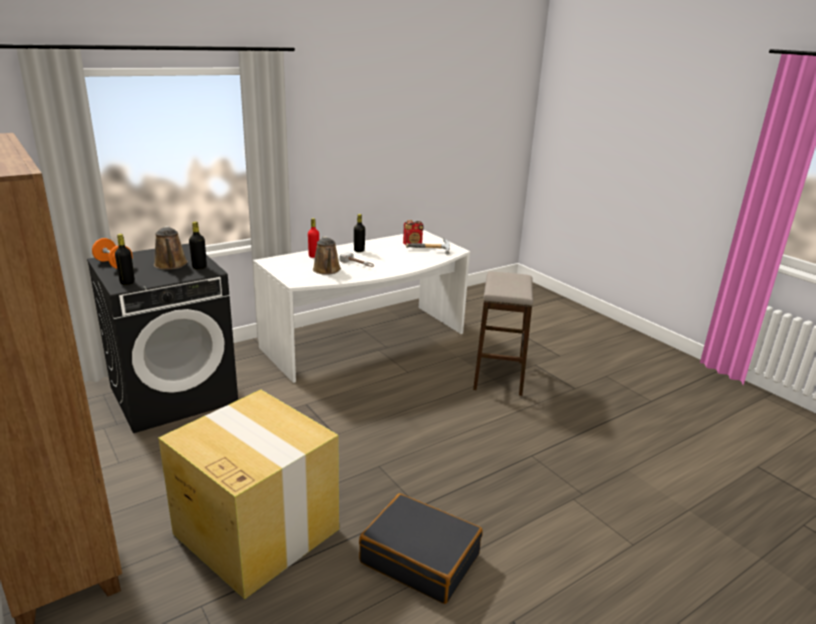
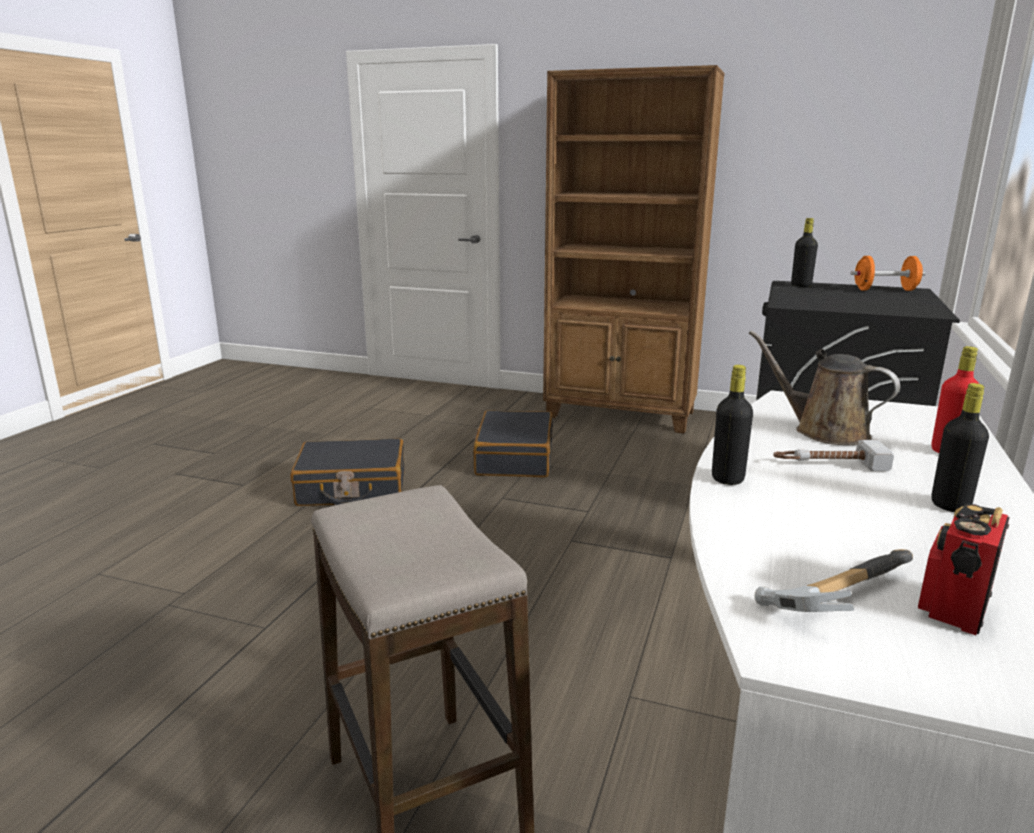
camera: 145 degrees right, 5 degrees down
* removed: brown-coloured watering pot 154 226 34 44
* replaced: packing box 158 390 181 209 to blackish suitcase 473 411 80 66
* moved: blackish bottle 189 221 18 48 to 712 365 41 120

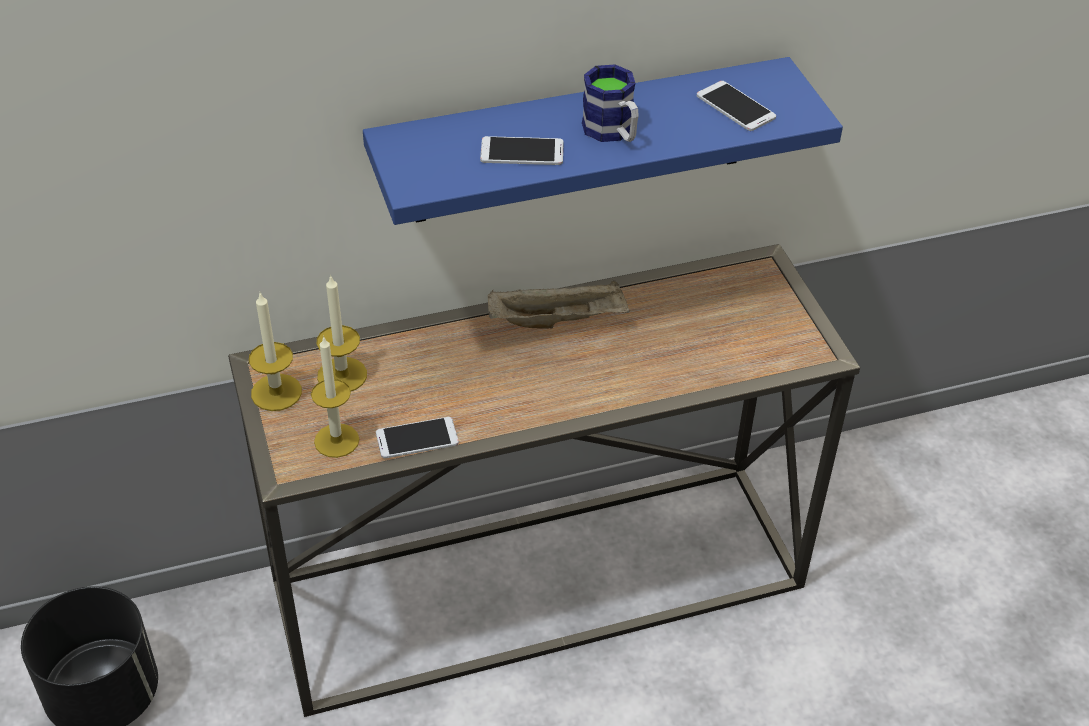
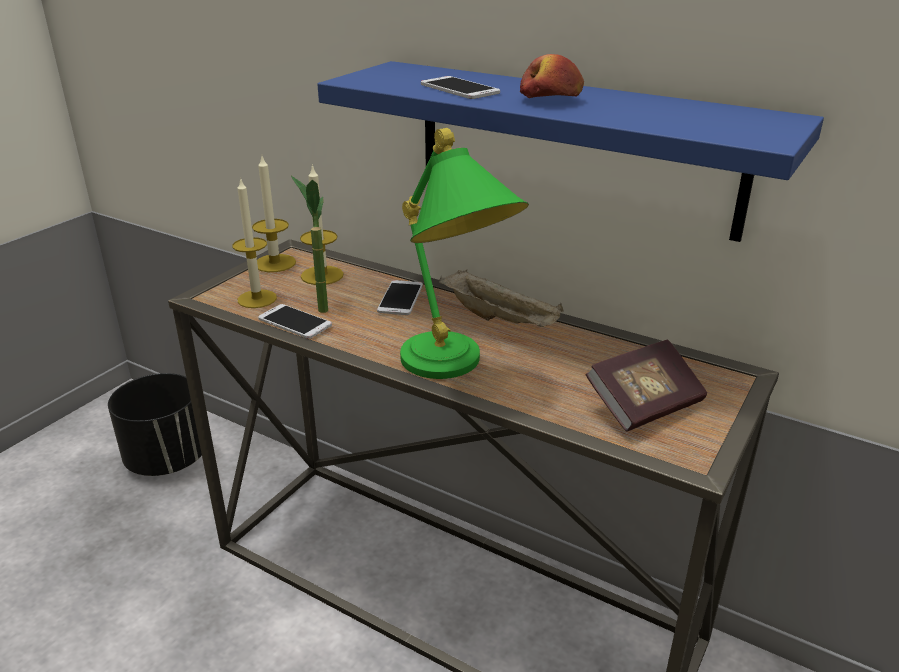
camera: 50 degrees right, 15 degrees down
* replaced: mug 582 65 57 77 to apple 520 54 64 44
* moved: telephone 697 81 79 50 to 377 280 46 35
* added: plant in a pot 291 176 37 137
* added: green-coloured table lamp 400 128 129 251
* added: book 585 339 122 93

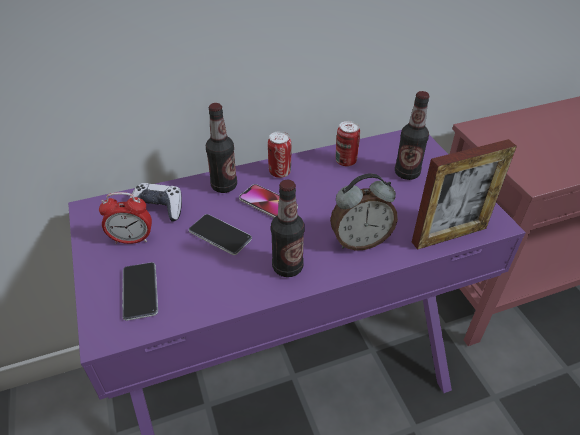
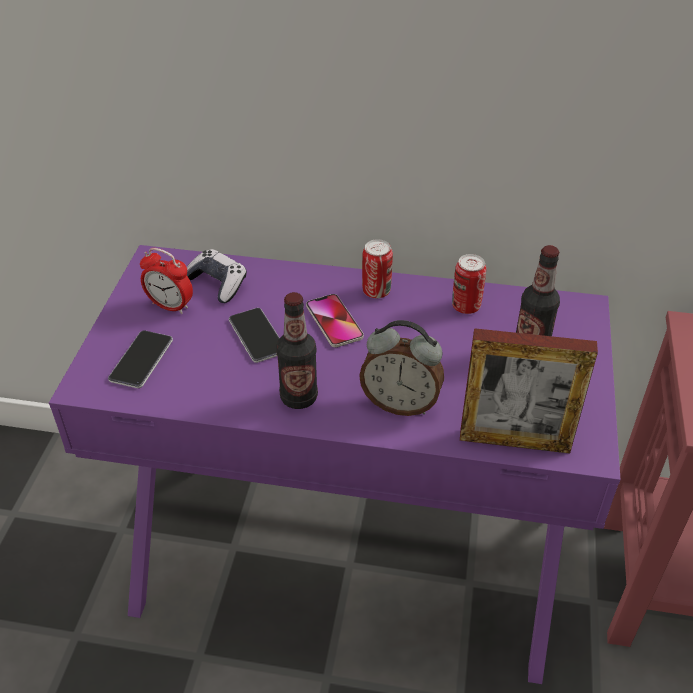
camera: 30 degrees right, 0 degrees up
* removed: bottle 206 103 31 90

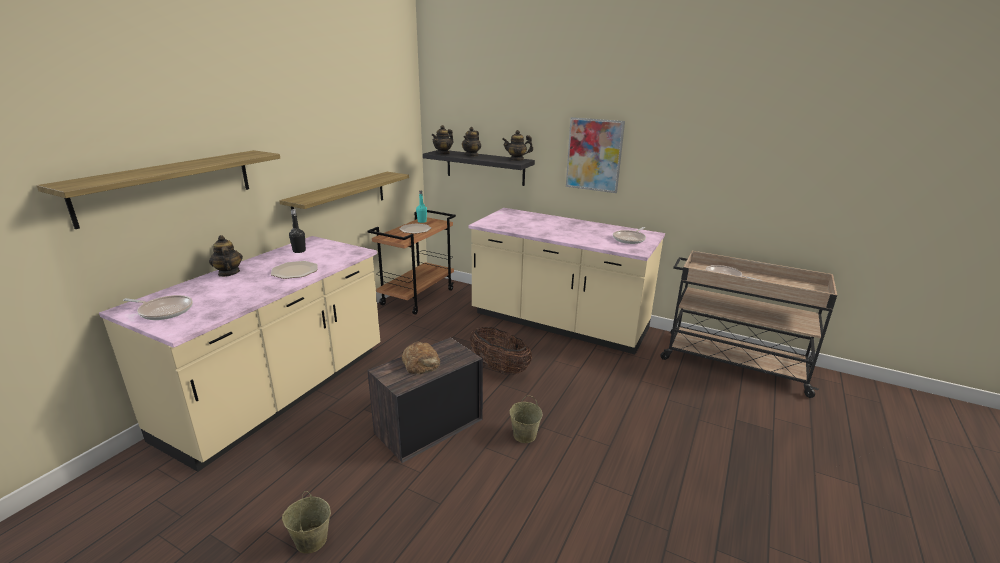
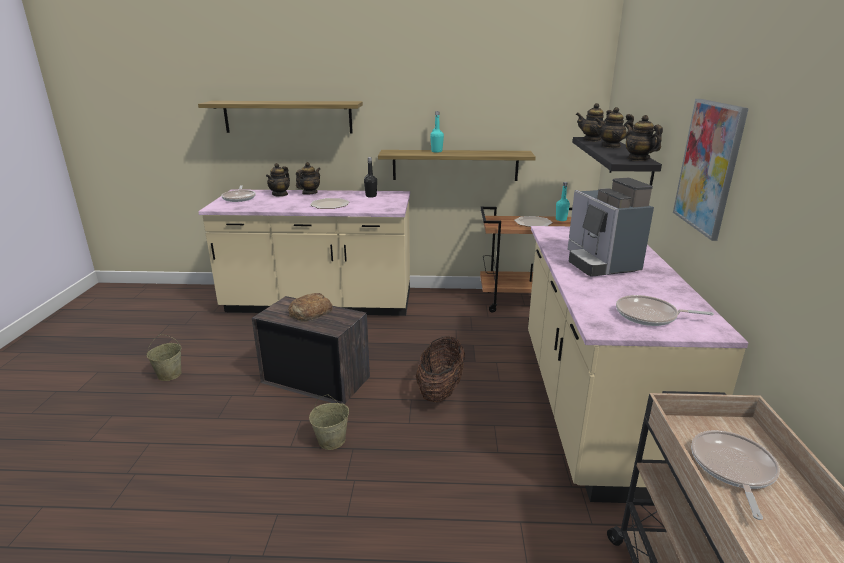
camera: 65 degrees right, 0 degrees up
* added: tea pot 266 163 24 34
* added: turquoise bottle 430 111 14 41
* added: coffee brewer 568 178 86 99

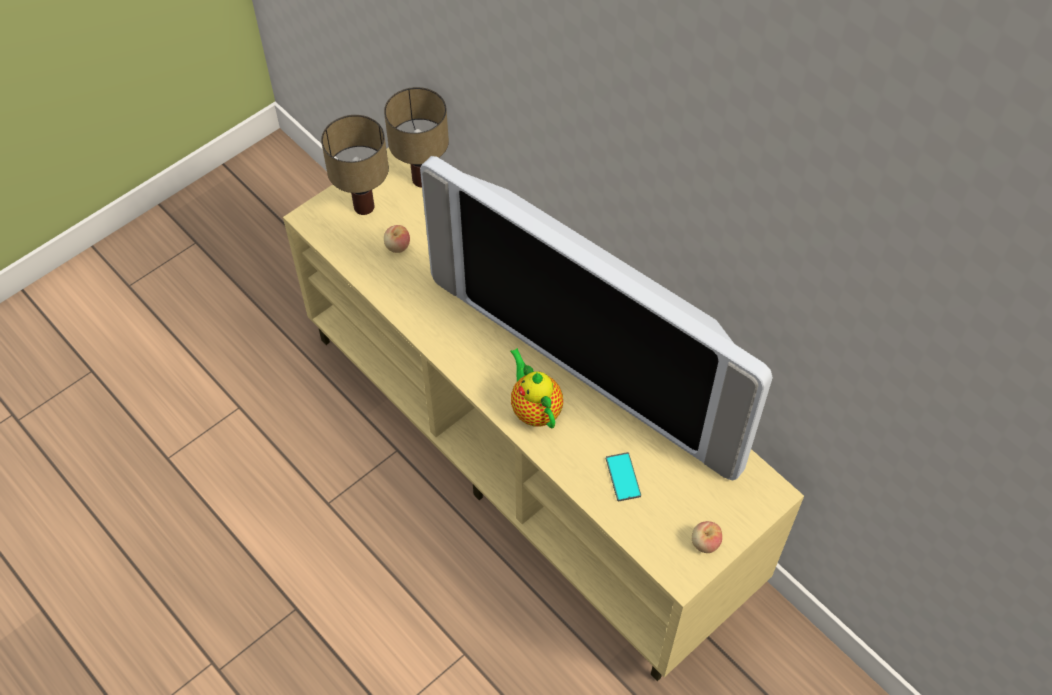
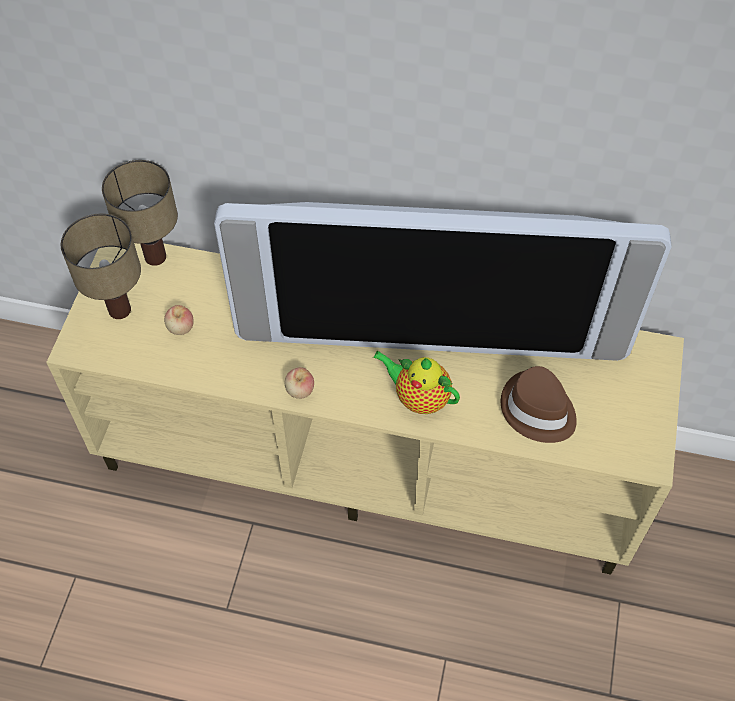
camera: 35 degrees left, 0 degrees up
* replaced: telephone 606 452 35 49 to brown-coloured wearable hat 501 366 76 77
* moved: apple 692 521 30 32 to 285 367 29 32

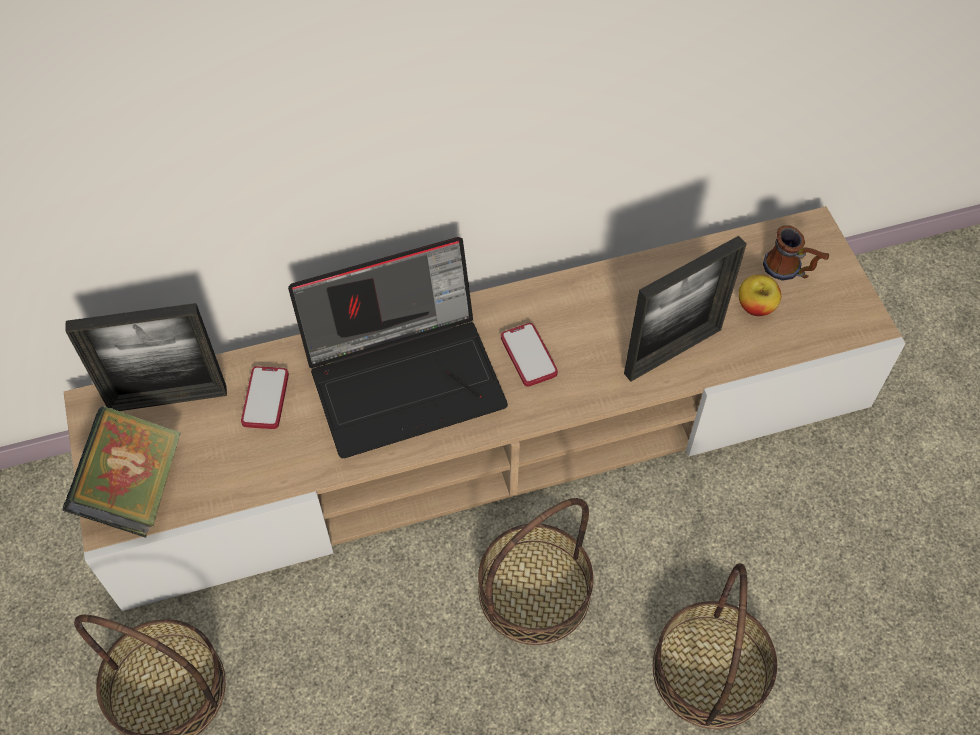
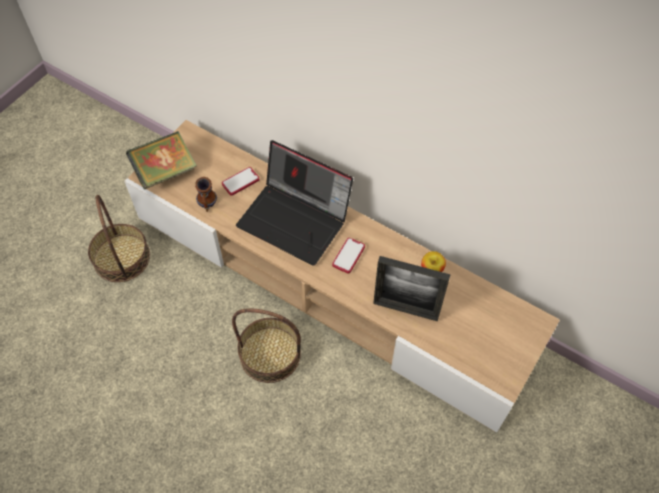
camera: 50 degrees right, 0 degrees up
* removed: photo frame 65 303 162 108
* removed: basket 653 563 124 166
* moved: apple 738 275 43 41 to 421 251 25 21
* moved: mug 763 225 66 56 to 195 177 22 35

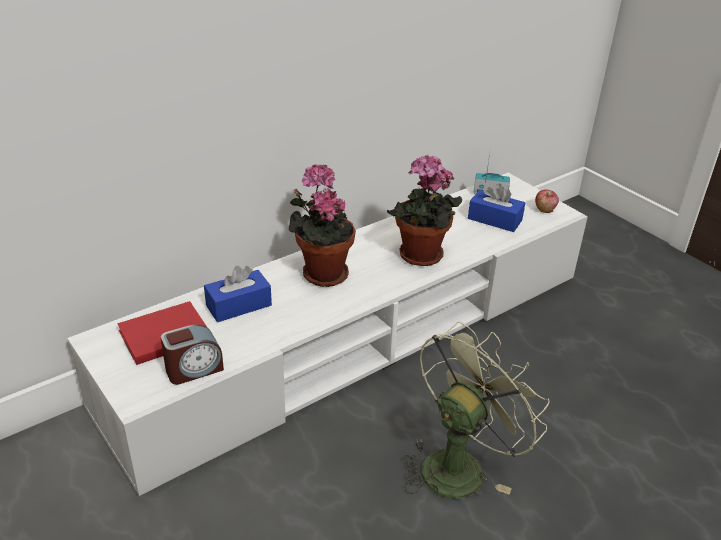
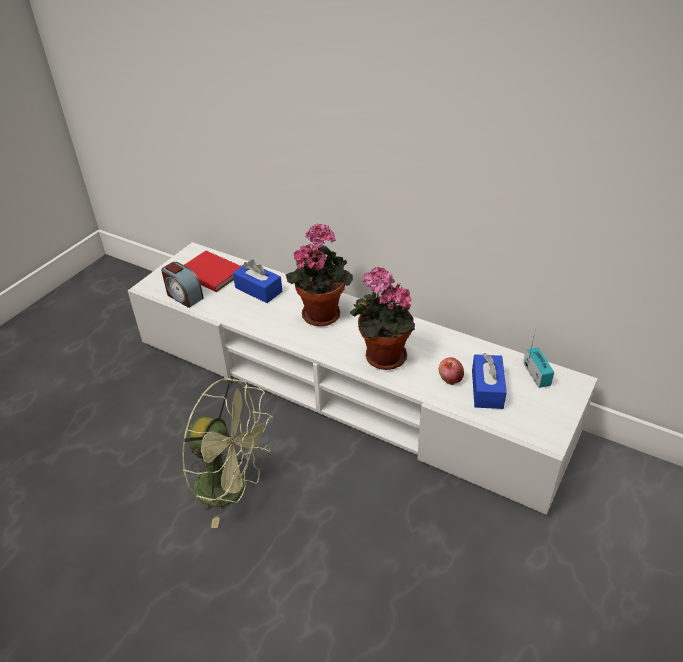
camera: 70 degrees right, 5 degrees up
* moved: apple 535 189 24 24 to 439 357 25 28

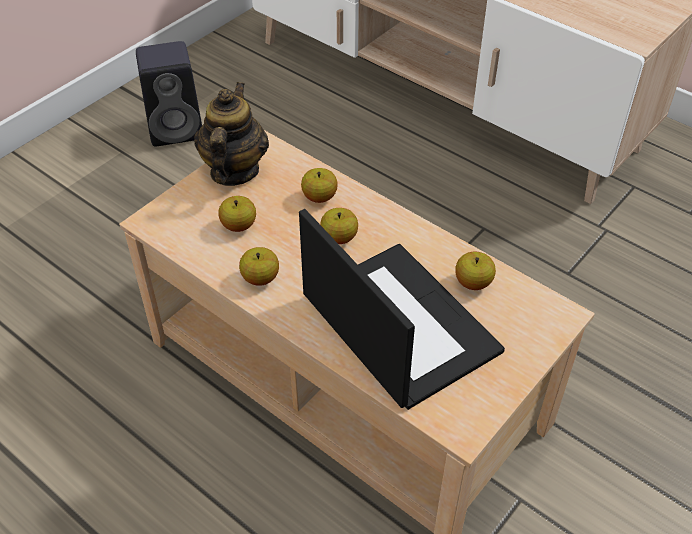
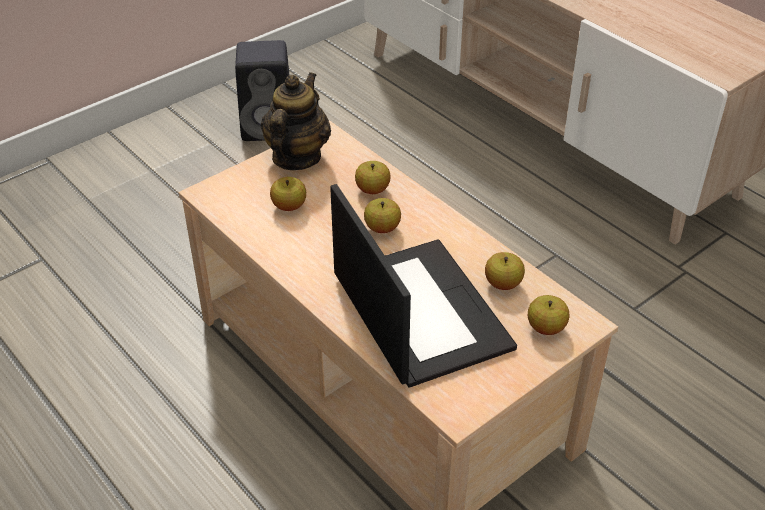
camera: 10 degrees right, 5 degrees down
* moved: apple 239 247 40 39 to 528 295 42 40

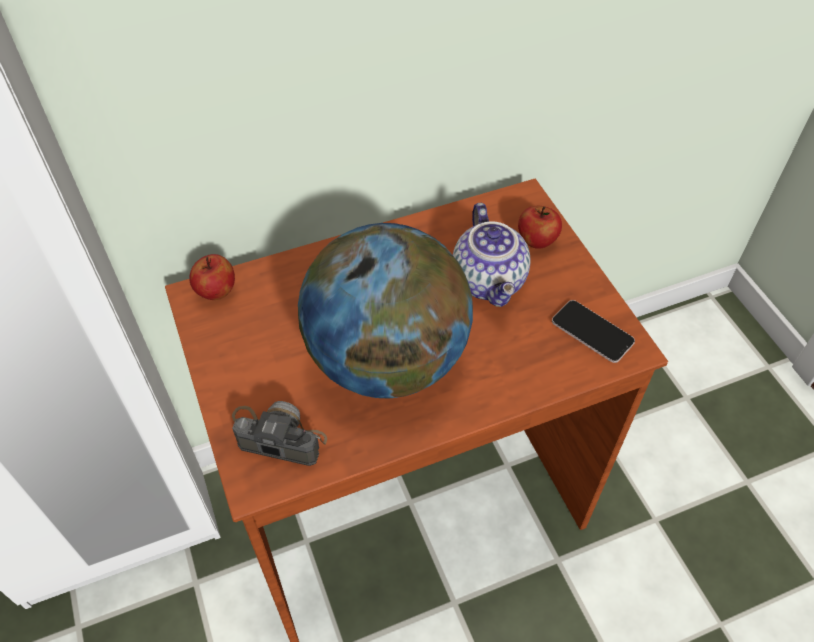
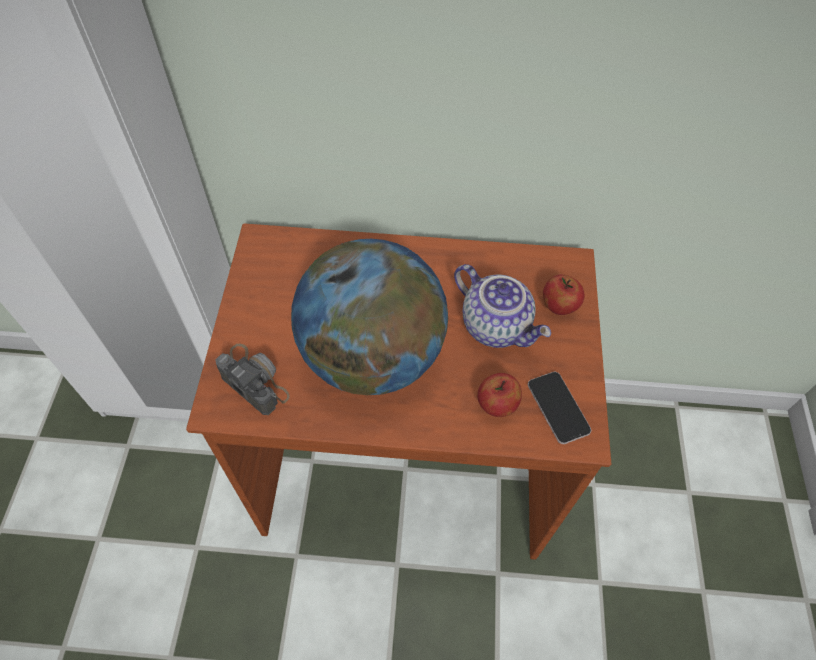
camera: 25 degrees right, 5 degrees up
* moved: apple 189 254 46 46 to 477 373 45 44
* turned: tea pot 453 203 77 104 = 454 264 97 84 60 degrees counterclockwise

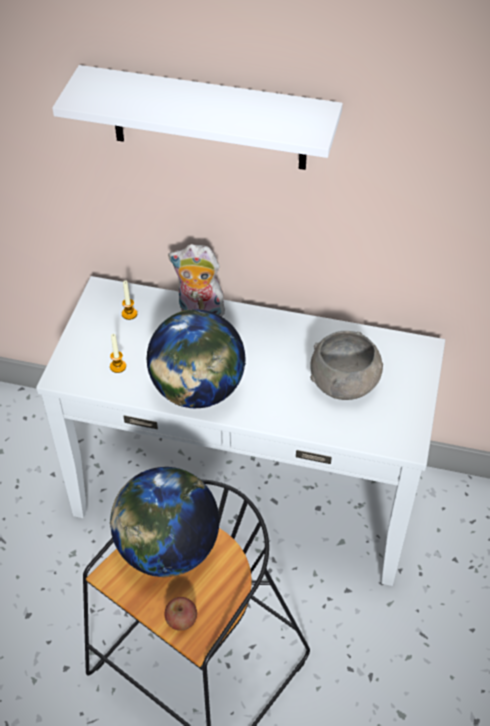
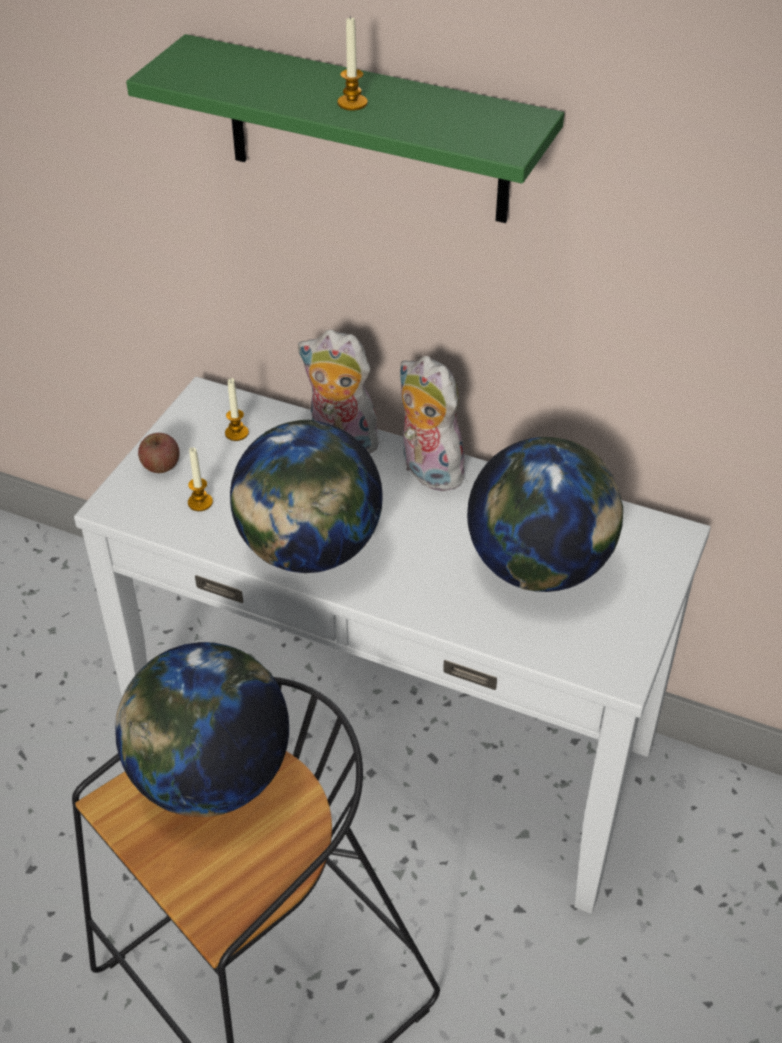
camera: 10 degrees right, 5 degrees down
* recoloured: whitish wall shelf 52 65 291 105 to green-coloured wall shelf 126 34 438 189
* moved: apple 164 597 33 34 to 138 433 41 40
* replaced: gray deep dish 310 331 73 69 to world globe 467 437 156 155
* added: wax candle 338 15 29 96
* added: cuddly toy 399 356 66 136

